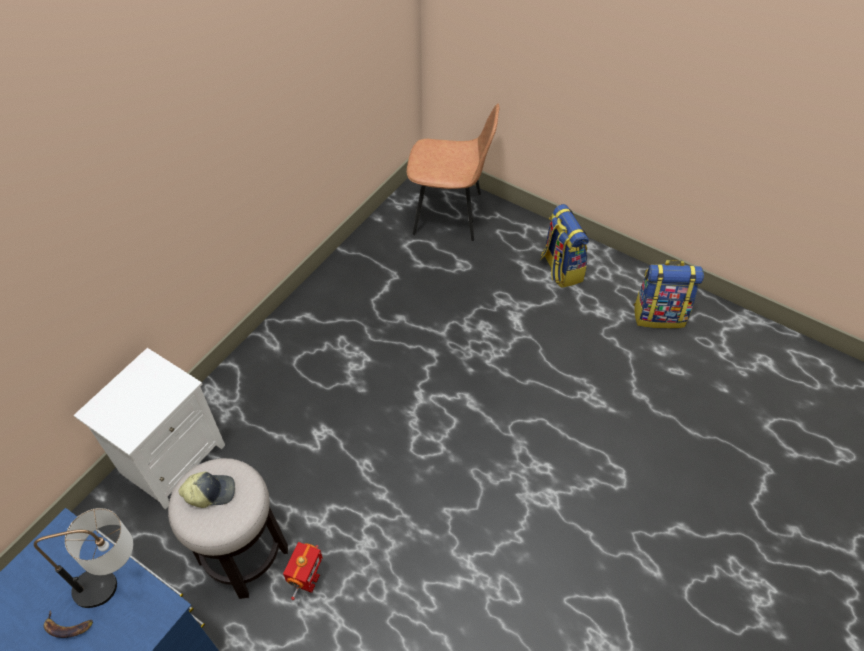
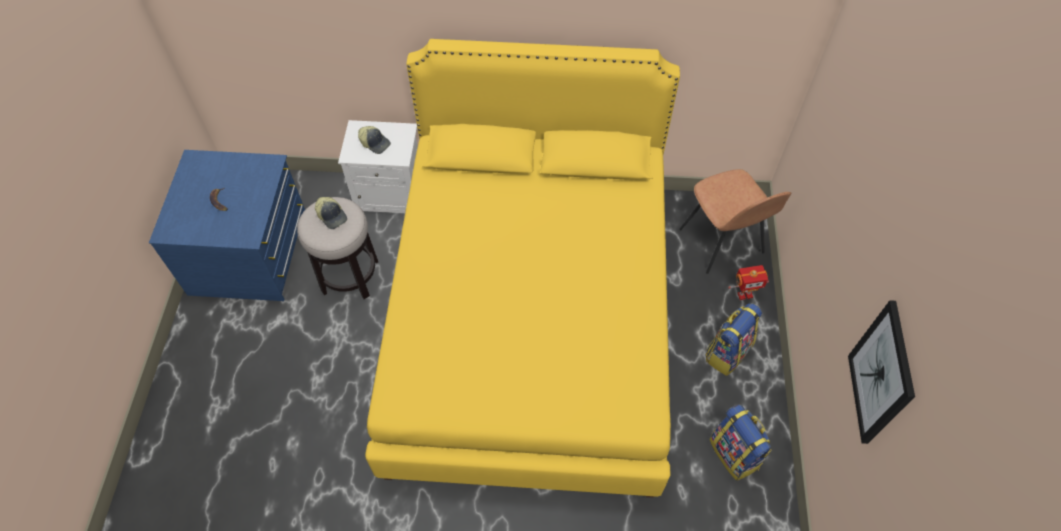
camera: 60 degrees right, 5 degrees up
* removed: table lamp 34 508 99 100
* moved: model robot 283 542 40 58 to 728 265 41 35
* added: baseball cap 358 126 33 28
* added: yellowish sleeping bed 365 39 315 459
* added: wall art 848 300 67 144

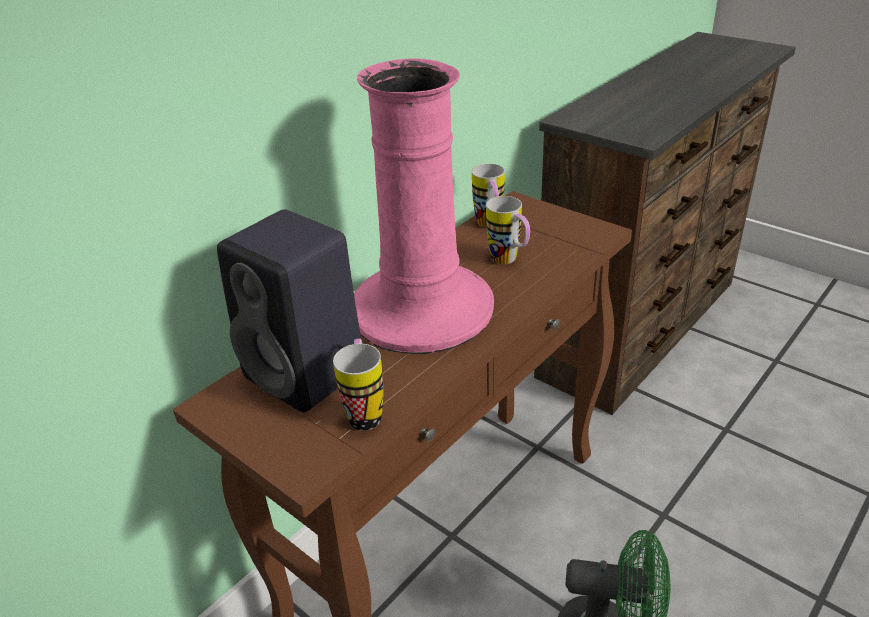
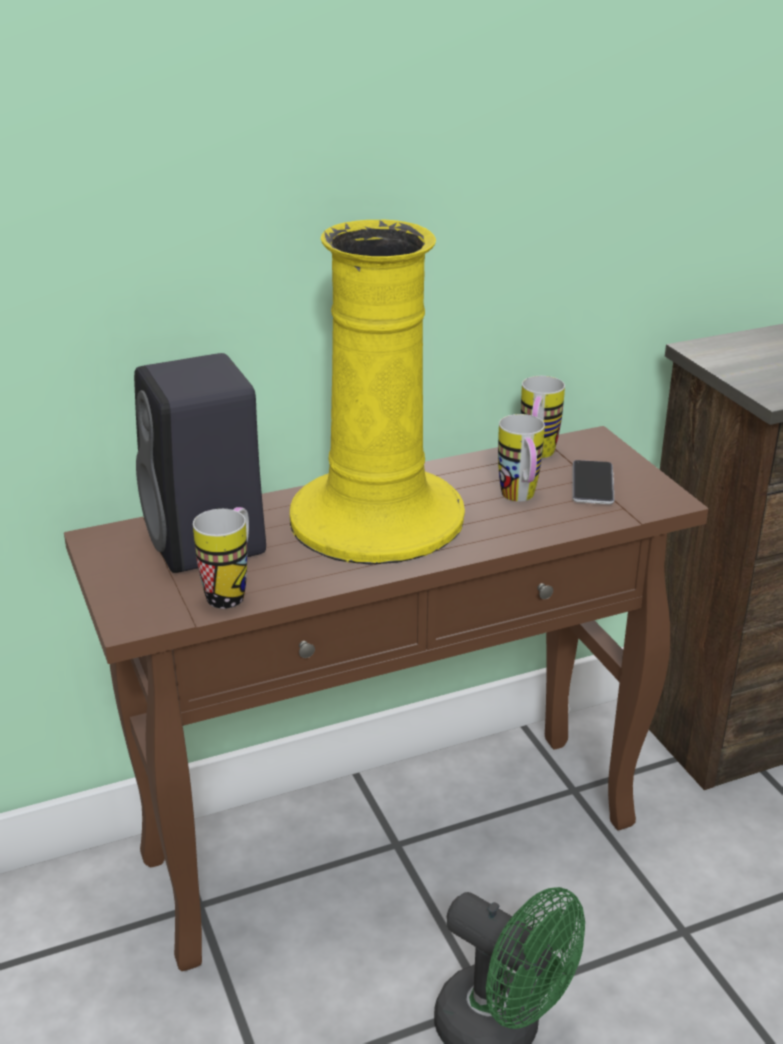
camera: 25 degrees right, 5 degrees down
* recoloured: pinkish vase 354 59 140 295 to yellowish vase 290 220 175 345
* added: telephone 572 460 42 44

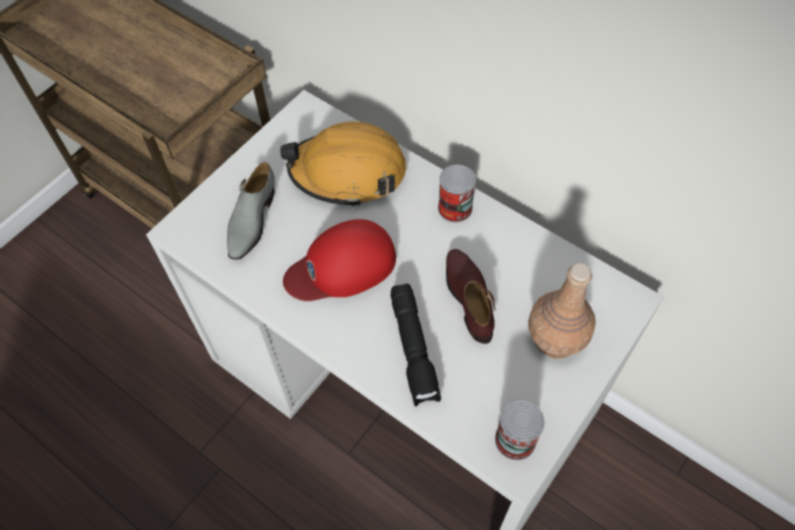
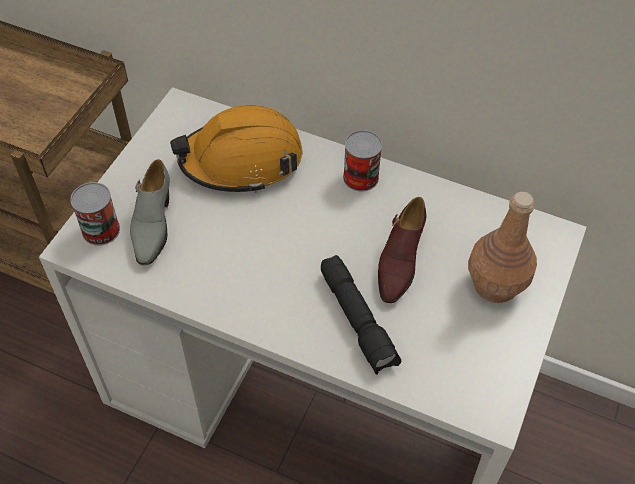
camera: 15 degrees left, 5 degrees down
* removed: red-coloured baseball cap 283 219 113 82
* turned: brown-coloured item of footwear 446 249 50 95 = 378 197 48 106 135 degrees counterclockwise
* moved: sealed can 495 400 50 60 to 70 182 50 64

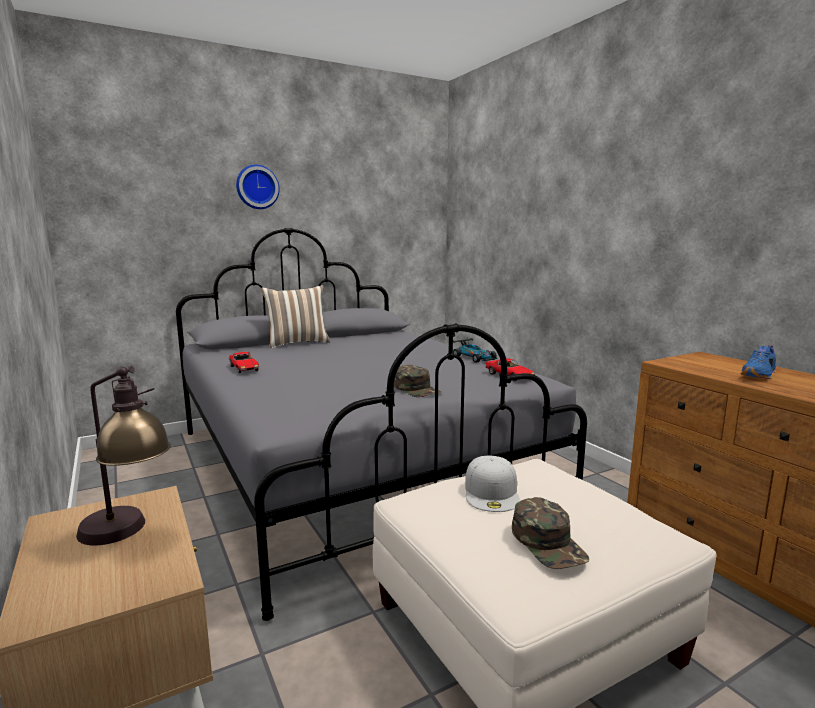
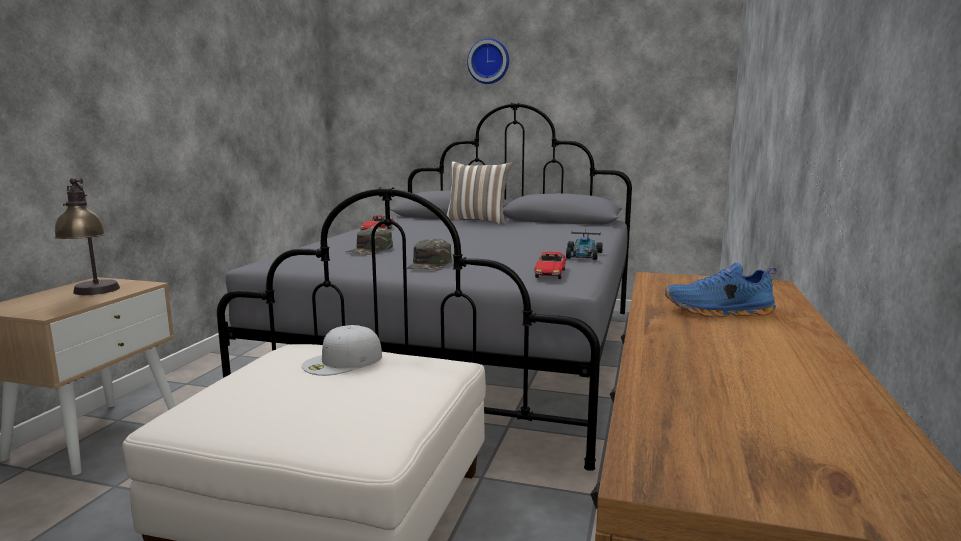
camera: 45 degrees right, 0 degrees up
* moved: green-coloured baseball cap 512 497 77 72 to 346 227 47 28

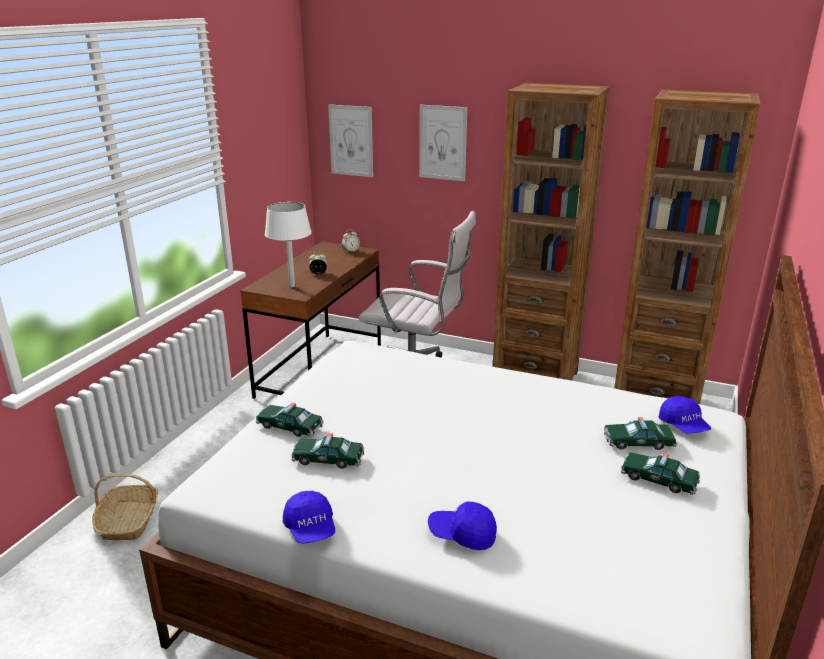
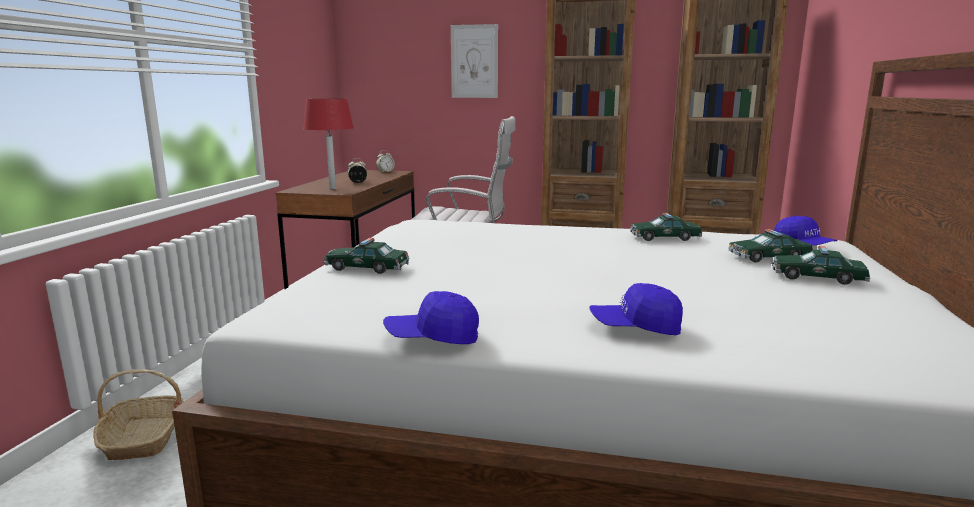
camera: 10 degrees left, 10 degrees down
* recoloured: whitish table lamp 265 202 47 86 to red-coloured table lamp 303 99 51 90
* turned: bluish baseball cap 283 491 52 53 = 383 291 96 53 120 degrees clockwise
* moved: miniature car 291 433 73 36 to 630 213 73 28
* removed: wall art 328 104 45 73

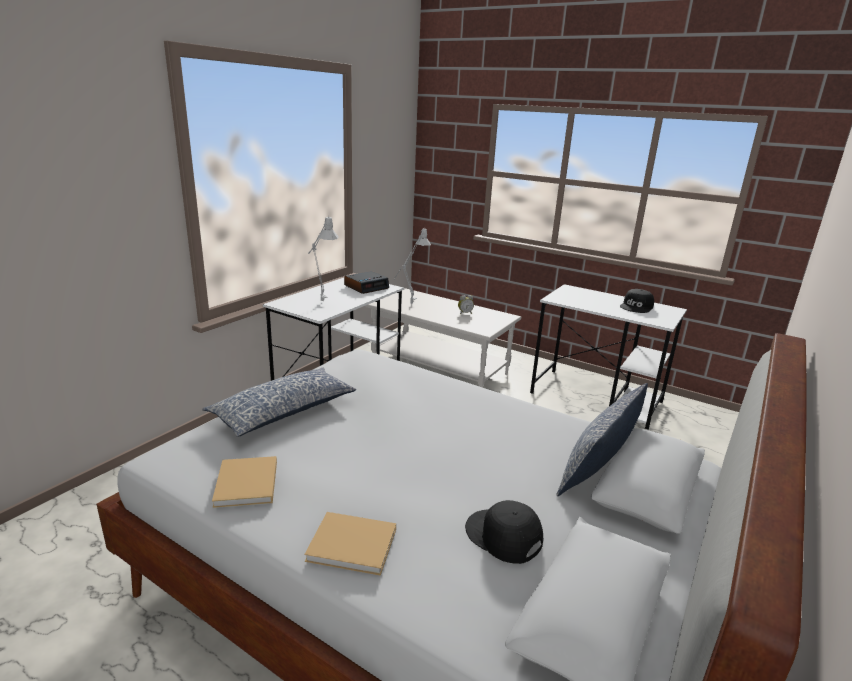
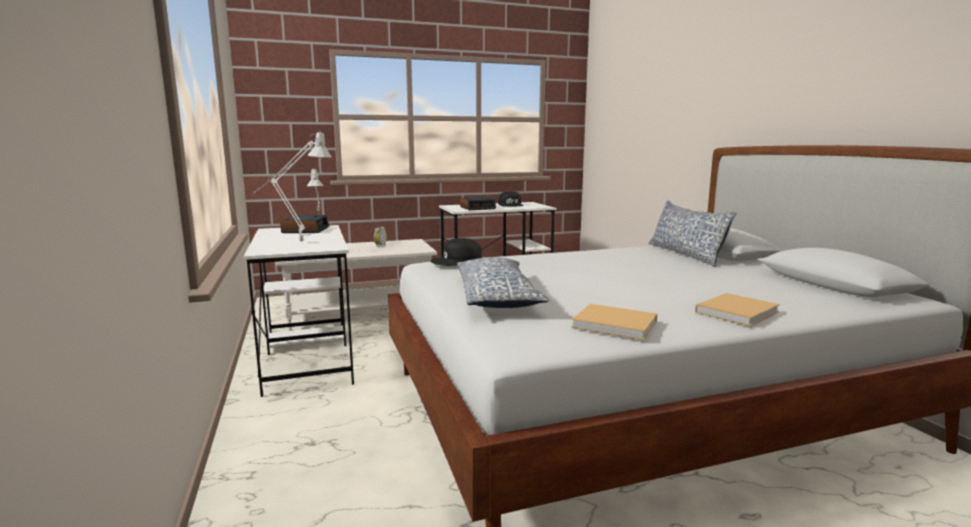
camera: 50 degrees left, 10 degrees down
* moved: blackish baseball cap 465 500 78 64 to 430 238 52 28
* added: table clock 460 197 36 13

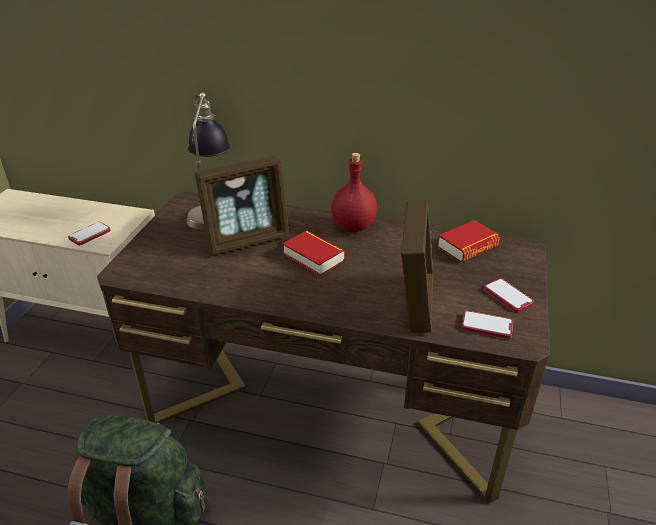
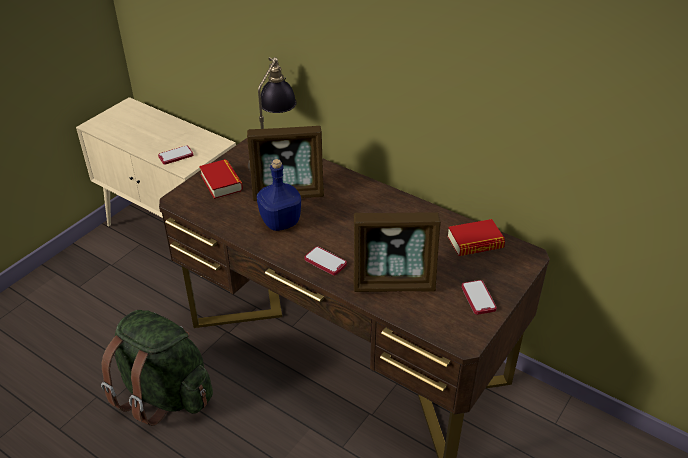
camera: 20 degrees right, 5 degrees up
* moved: book 282 230 63 46 to 199 159 44 40
* removed: red-coloured bottle 331 153 46 79
* turned: photo frame 401 200 32 133 = 354 212 87 80 60 degrees clockwise
* moved: telephone 461 311 52 28 to 304 247 43 29
* added: bluish bottle 257 159 44 72

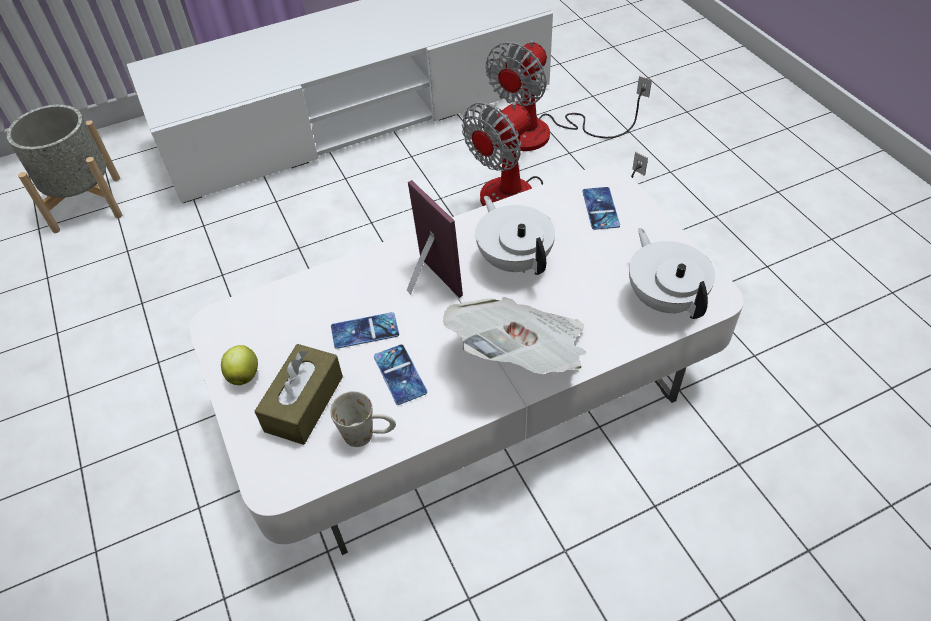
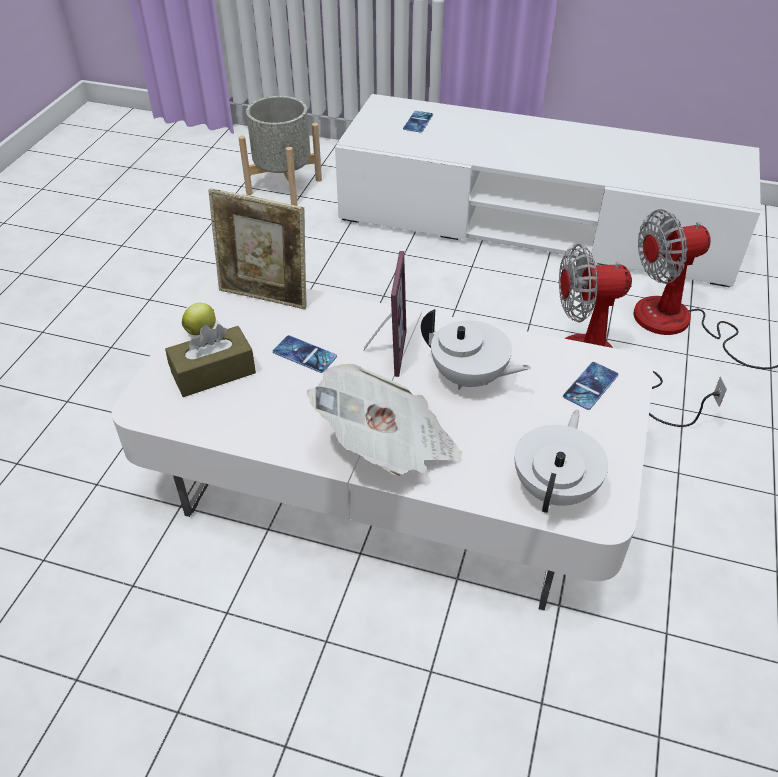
camera: 40 degrees right, 5 degrees down
* removed: whitish mug 330 391 66 56
* moved: telephone 374 344 53 61 to 403 111 30 22
* turned: whitish tea pot 475 196 80 79 = 421 309 110 81 105 degrees clockwise
* added: photo frame 208 188 99 121

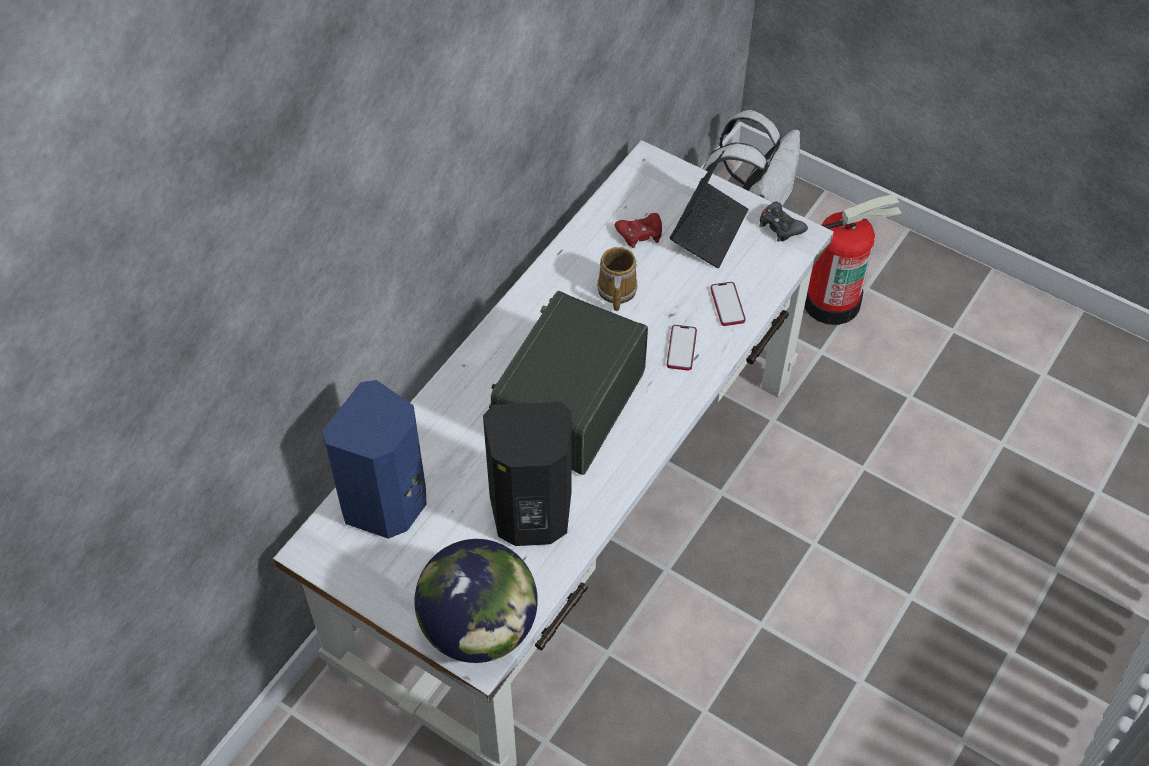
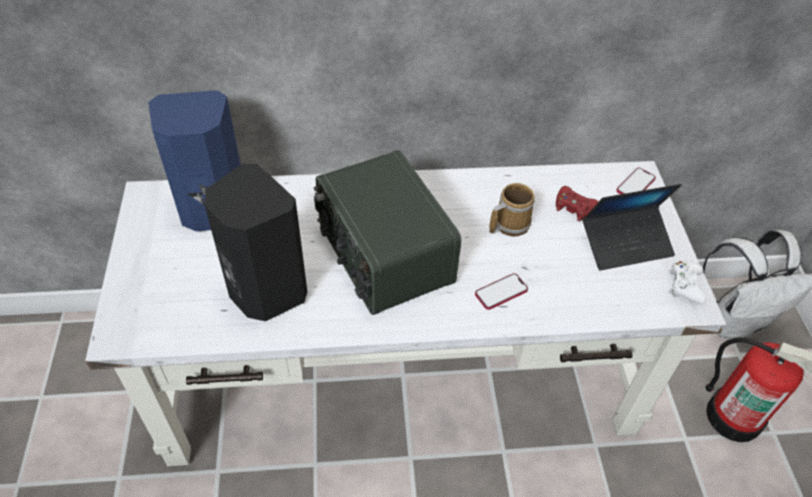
camera: 50 degrees right, 5 degrees down
* removed: world globe 414 539 124 124
* turned: radio 489 291 159 184 = 314 150 148 165 105 degrees counterclockwise
* moved: telephone 710 282 36 44 to 616 168 40 26
* recoloured: blackish gamepad 759 202 49 40 to whitish gamepad 668 261 38 43

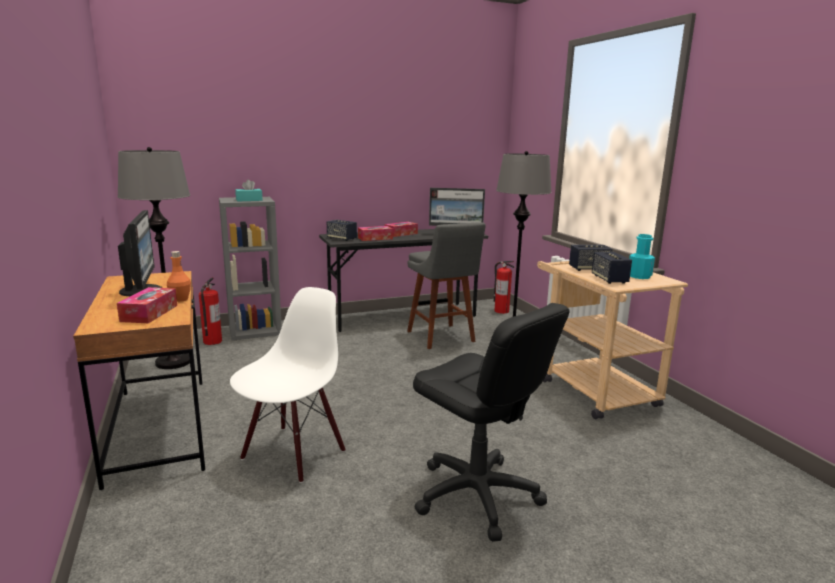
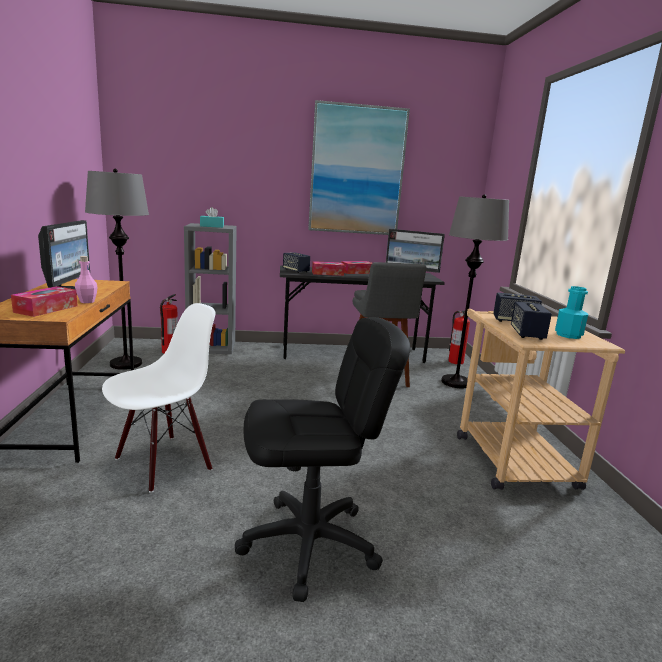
camera: 15 degrees right, 0 degrees up
* recoloured: orangey bottle 167 251 24 51 to pinkish bottle 75 256 23 47
* turned: blackish computer chair 413 303 157 239 = 235 317 175 285 75 degrees counterclockwise
* added: wall art 308 100 102 135

